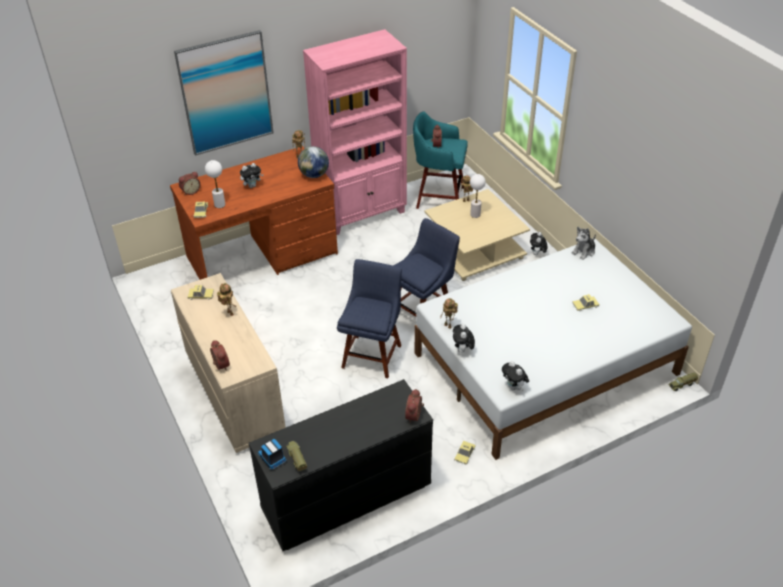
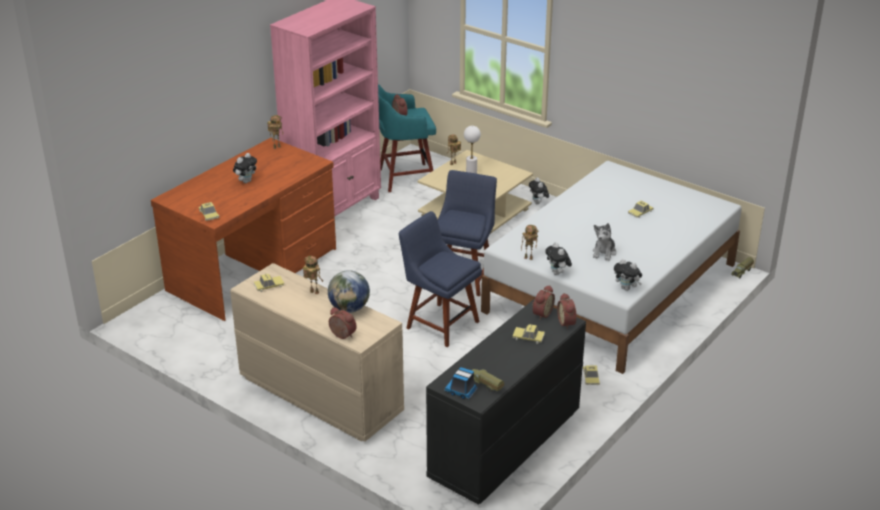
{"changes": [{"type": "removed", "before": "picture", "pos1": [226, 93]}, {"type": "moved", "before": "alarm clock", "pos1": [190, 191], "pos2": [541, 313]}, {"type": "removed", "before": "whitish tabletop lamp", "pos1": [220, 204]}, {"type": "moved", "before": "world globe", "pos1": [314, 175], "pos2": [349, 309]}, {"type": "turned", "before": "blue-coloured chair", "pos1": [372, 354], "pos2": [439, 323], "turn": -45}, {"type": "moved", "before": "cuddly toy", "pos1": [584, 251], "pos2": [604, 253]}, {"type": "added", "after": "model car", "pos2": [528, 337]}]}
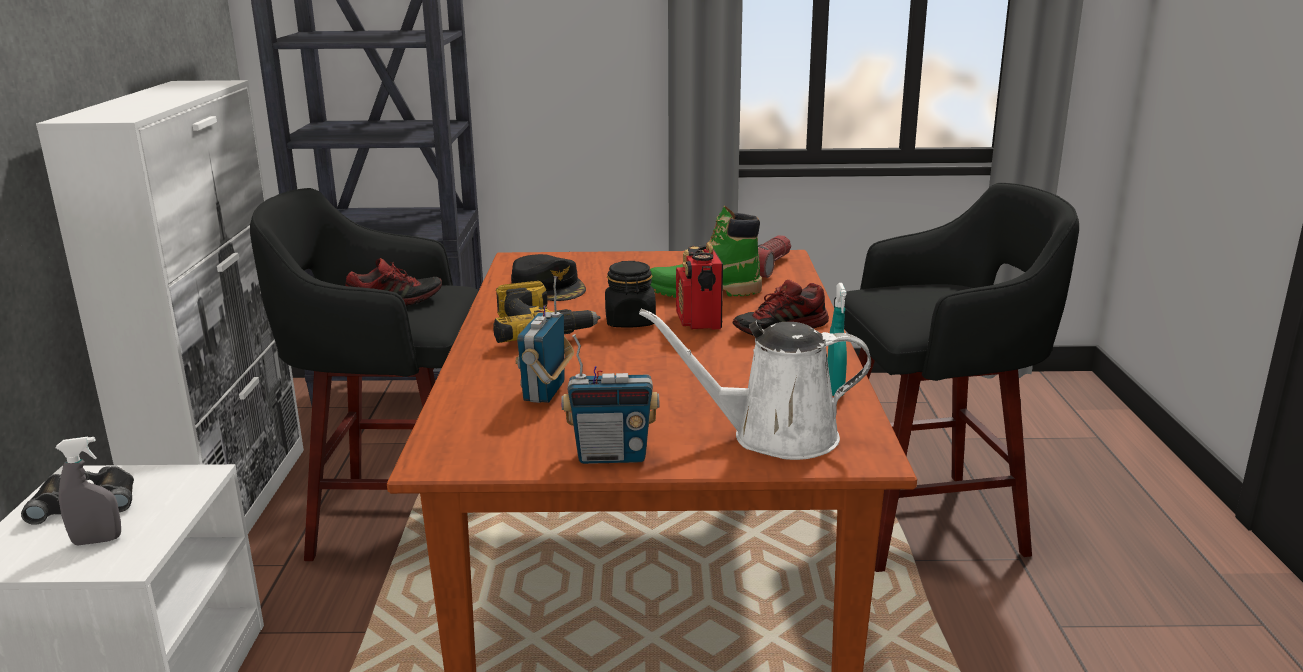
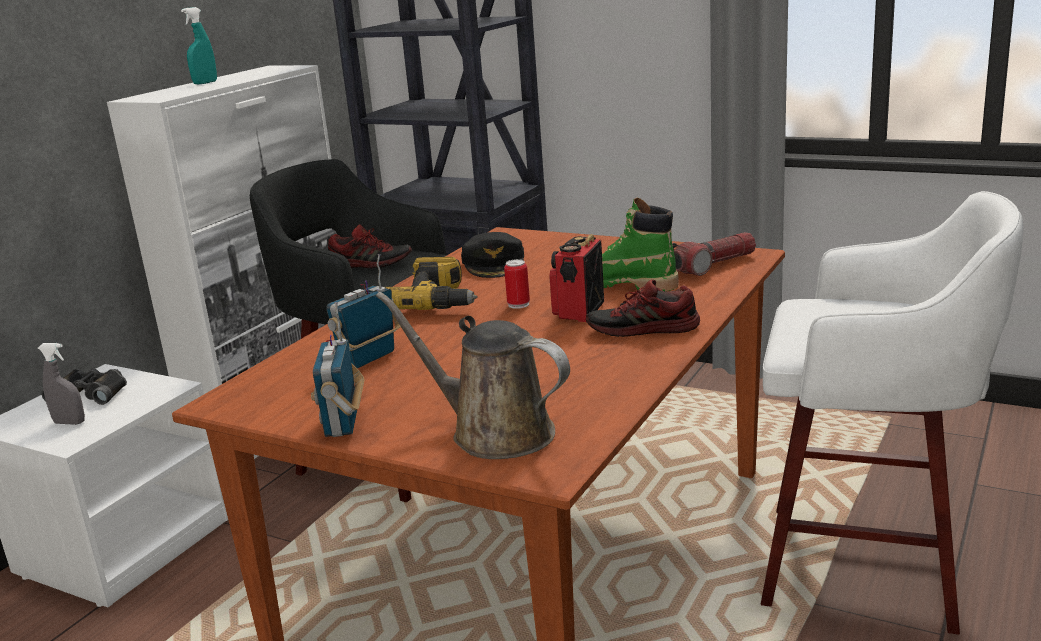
{"changes": [{"type": "turned", "before": "radio set", "pos1": [612, 456], "pos2": [343, 423], "turn": 60}, {"type": "replaced", "before": "blackish preserve jar", "after": "sealed can", "pos1": [630, 321], "pos2": [518, 304]}, {"type": "recoloured", "before": "whitish watering pot", "after": "brown watering pot", "pos1": [773, 436], "pos2": [493, 432]}, {"type": "moved", "before": "blue-green sprayer", "pos1": [835, 390], "pos2": [205, 83]}, {"type": "recoloured", "before": "blackish stool seat", "after": "whitish stool seat", "pos1": [928, 521], "pos2": [868, 567]}]}
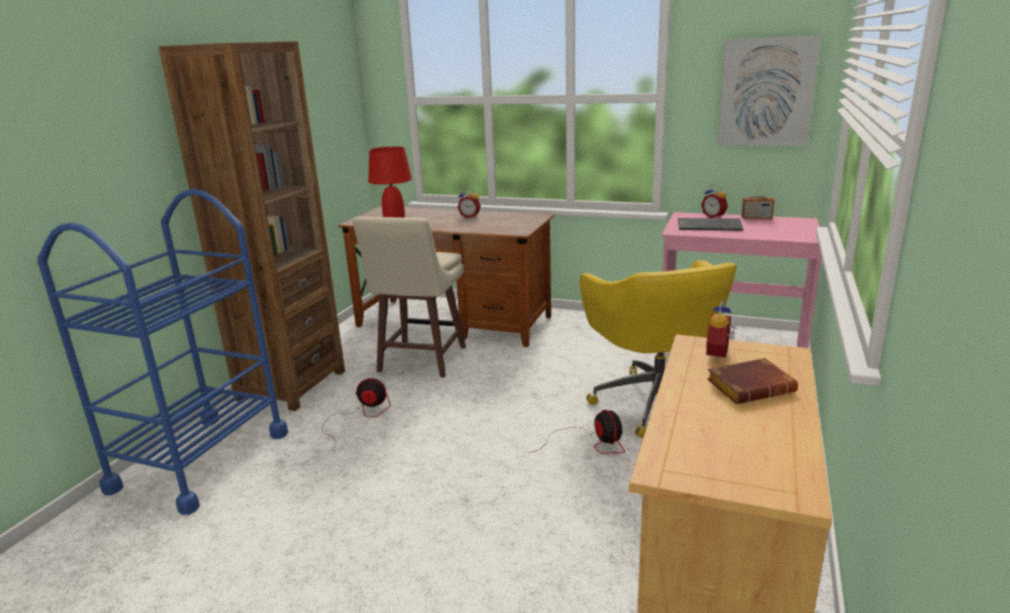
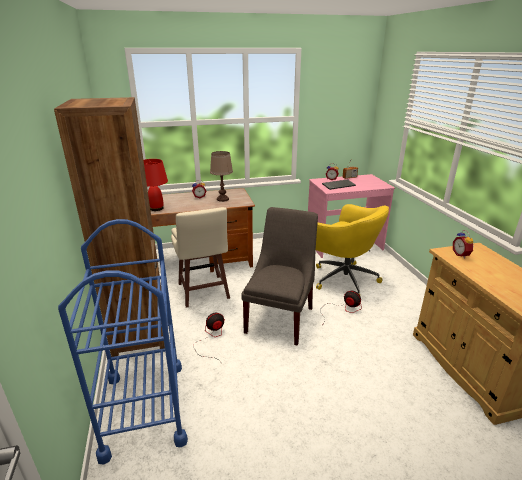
{"changes": [{"type": "removed", "before": "brown volume", "pos1": [751, 386]}, {"type": "removed", "before": "picture", "pos1": [766, 92]}, {"type": "added", "after": "brown tabletop lamp", "pos2": [223, 199]}, {"type": "added", "after": "gray chair", "pos2": [281, 317]}]}
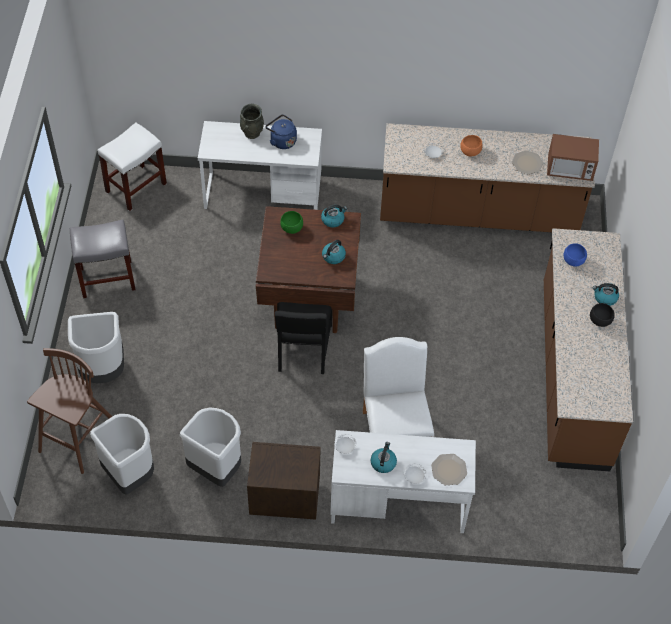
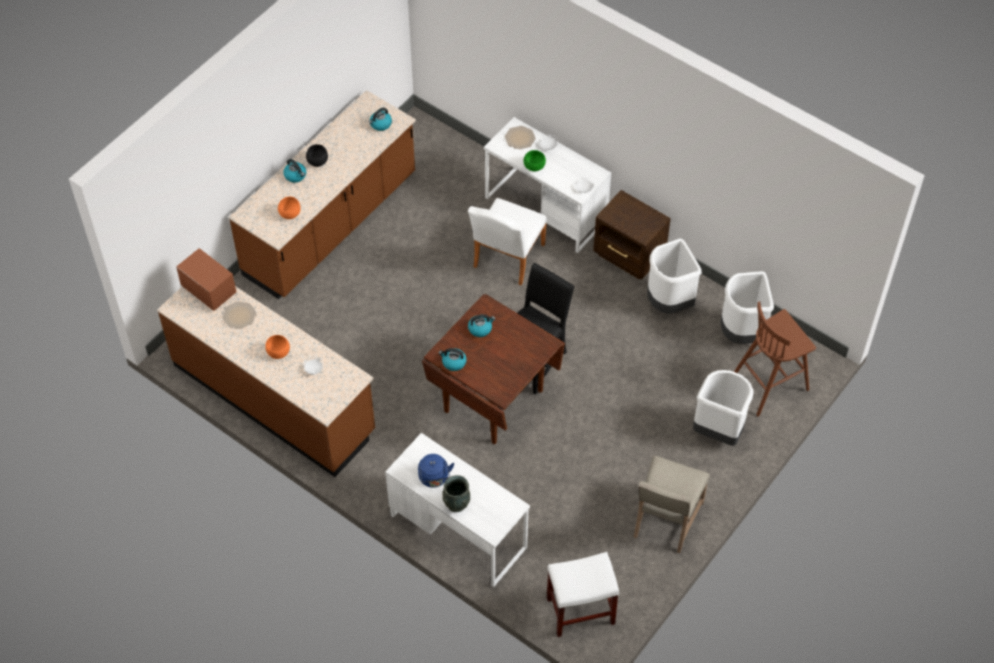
{"changes": [{"type": "replaced", "before": "gray stool seat", "after": "beige-coloured chair", "pos1": [108, 278], "pos2": [665, 521]}, {"type": "moved", "before": "green-coloured deep dish", "pos1": [292, 229], "pos2": [534, 166]}, {"type": "moved", "before": "kettle", "pos1": [383, 462], "pos2": [380, 124]}, {"type": "recoloured", "before": "blue-coloured deep dish", "after": "orangey deep dish", "pos1": [574, 261], "pos2": [289, 214]}]}
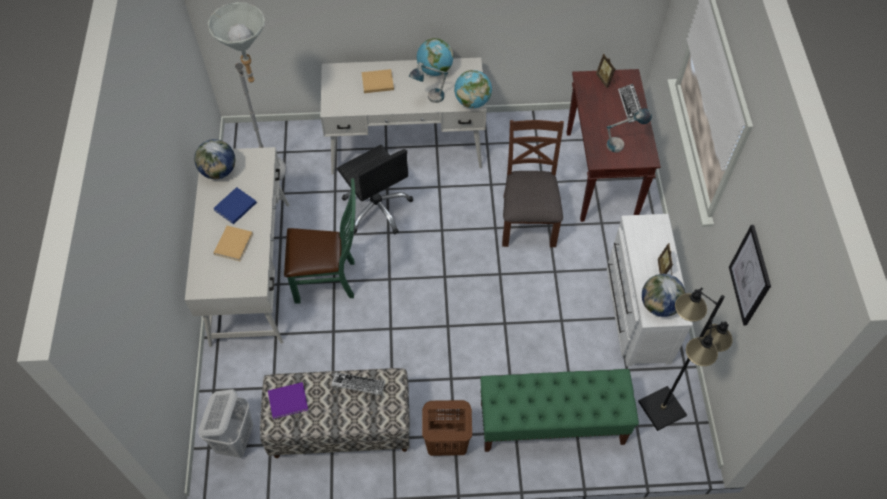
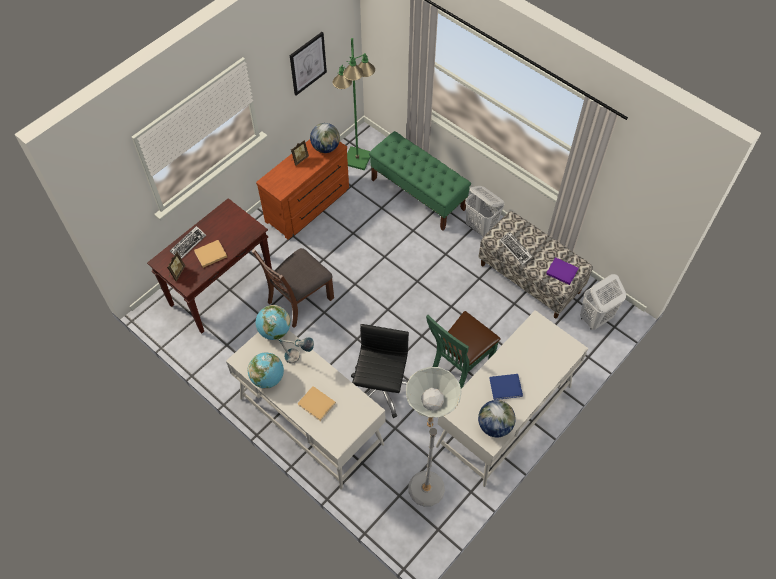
{"changes": [{"type": "moved", "before": "beige-coloured volume", "pos1": [234, 243], "pos2": [210, 254]}, {"type": "turned", "before": "green-coloured chair", "pos1": [329, 280], "pos2": [459, 366], "turn": -90}, {"type": "recoloured", "before": "brown washing basket", "after": "whitish washing basket", "pos1": [446, 443], "pos2": [481, 227]}, {"type": "removed", "before": "tabletop lamp", "pos1": [622, 144]}, {"type": "recoloured", "before": "whitish chest of drawers", "after": "brown chest of drawers", "pos1": [636, 311], "pos2": [309, 205]}, {"type": "recoloured", "before": "blackish standing lamp", "after": "green-coloured standing lamp", "pos1": [662, 408], "pos2": [357, 159]}]}
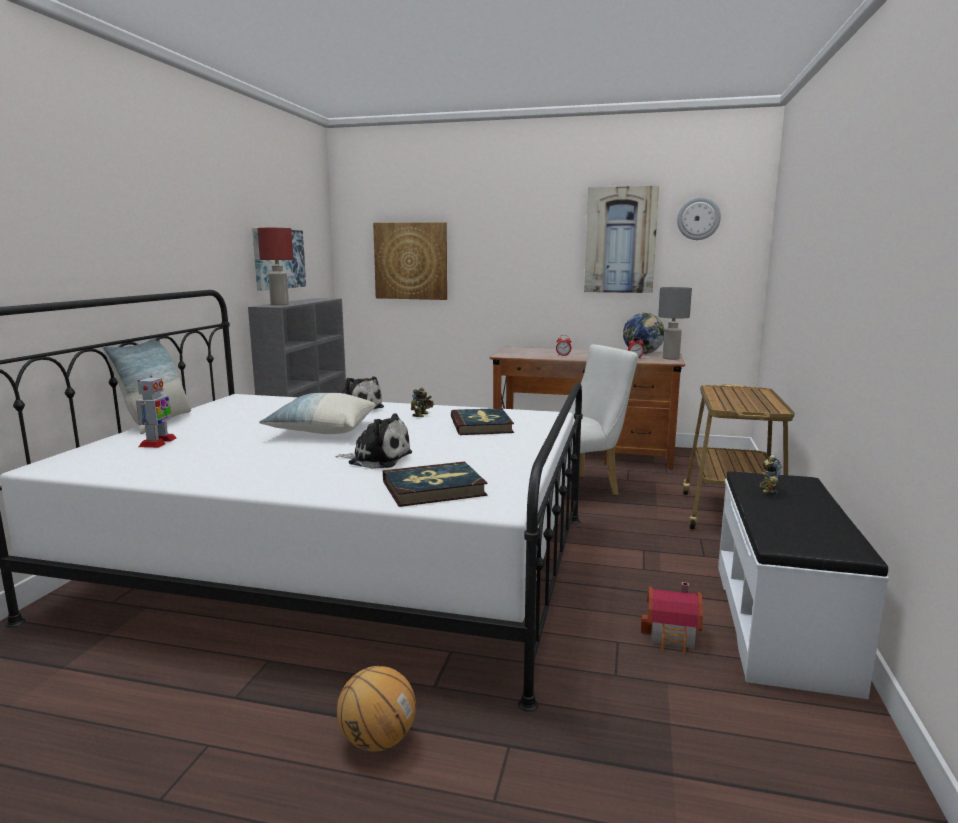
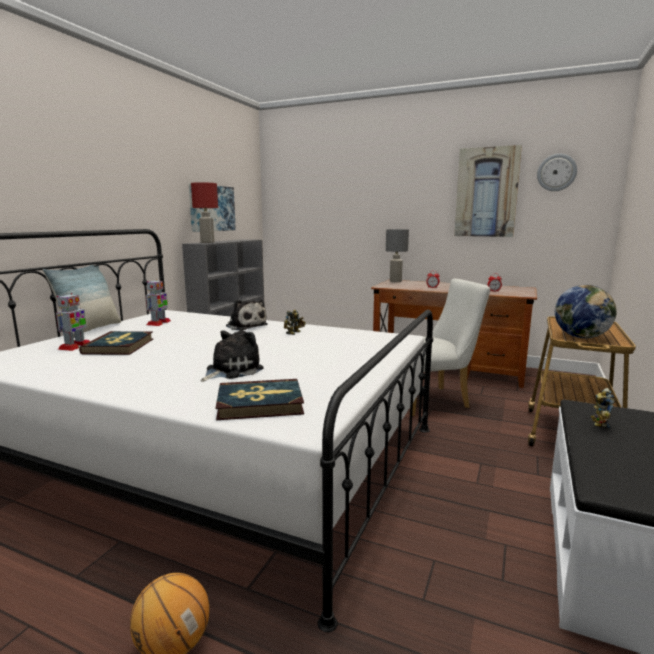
{"changes": [{"type": "removed", "before": "cushion", "pos1": [322, 430]}, {"type": "turned", "before": "cuddly toy", "pos1": [377, 459], "pos2": [231, 370], "turn": -75}, {"type": "removed", "before": "picture", "pos1": [411, 261]}, {"type": "moved", "before": "volume", "pos1": [481, 425], "pos2": [119, 346]}, {"type": "moved", "before": "world globe", "pos1": [642, 353], "pos2": [581, 337]}, {"type": "removed", "before": "toy house", "pos1": [673, 636]}, {"type": "moved", "before": "gray tabletop lamp", "pos1": [671, 358], "pos2": [395, 281]}, {"type": "added", "after": "toy robot", "pos2": [158, 323]}]}
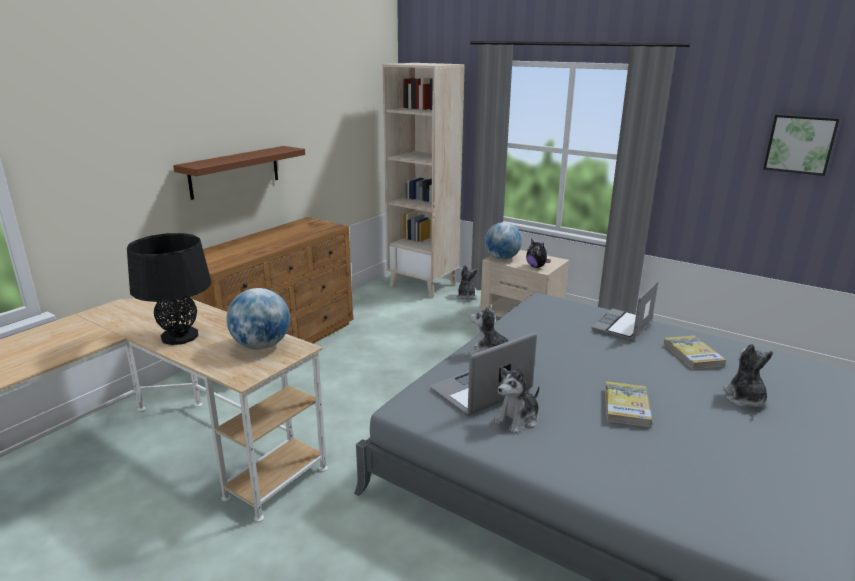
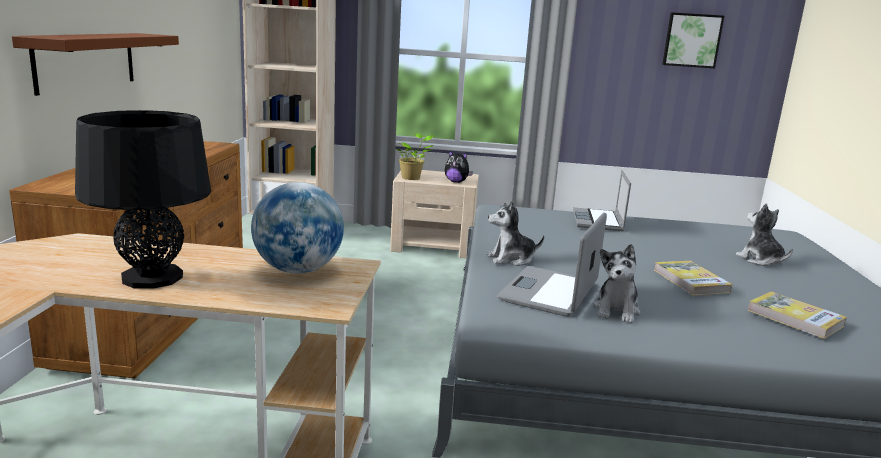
{"changes": [{"type": "removed", "before": "cuddly toy", "pos1": [466, 296]}, {"type": "replaced", "before": "world globe", "after": "plant in a pot", "pos1": [502, 258], "pos2": [412, 178]}, {"type": "moved", "before": "volume", "pos1": [692, 355], "pos2": [795, 318]}]}
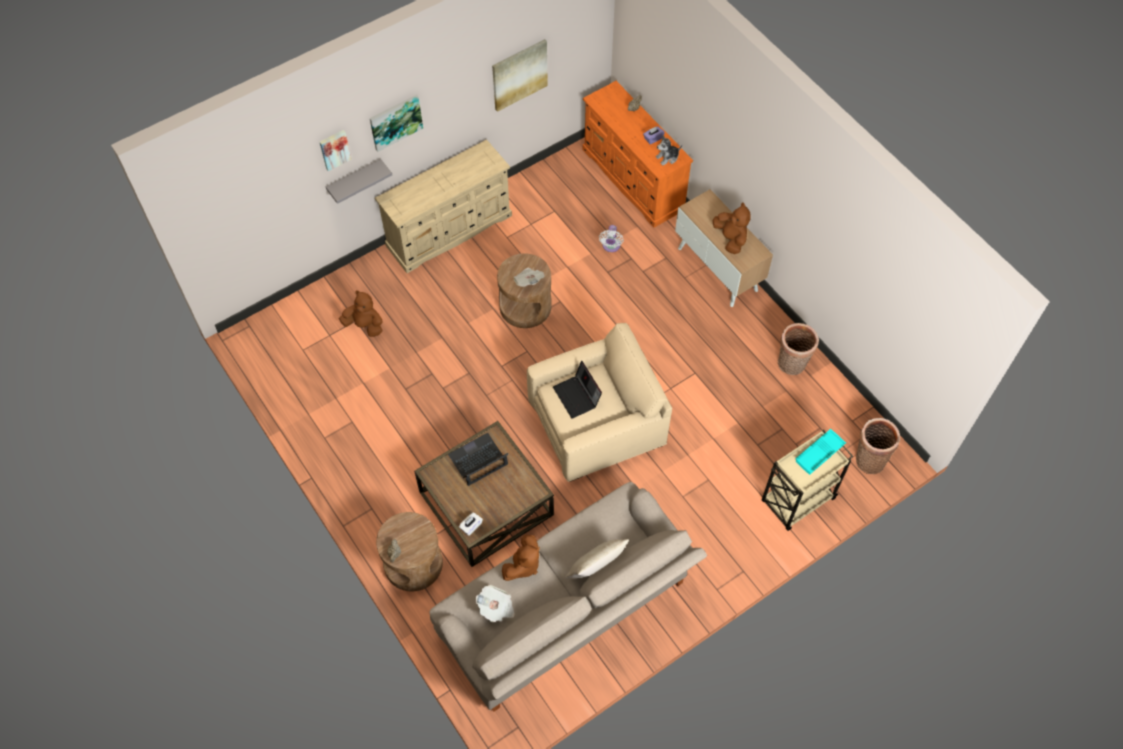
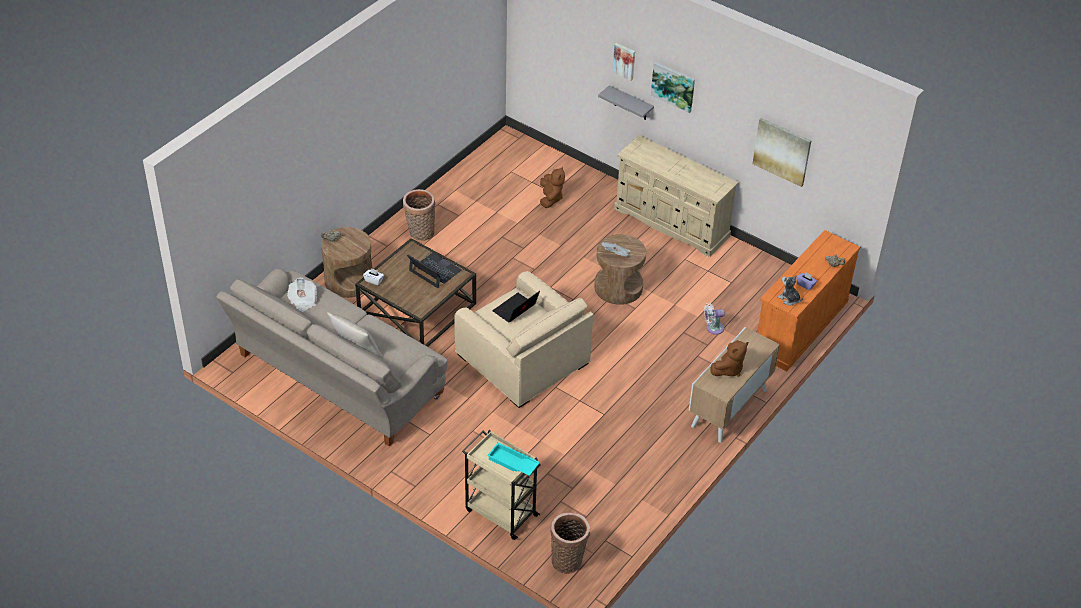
{"changes": [{"type": "removed", "before": "brown cuddly toy", "pos1": [523, 565]}, {"type": "moved", "before": "storage basket", "pos1": [791, 365], "pos2": [420, 233]}]}
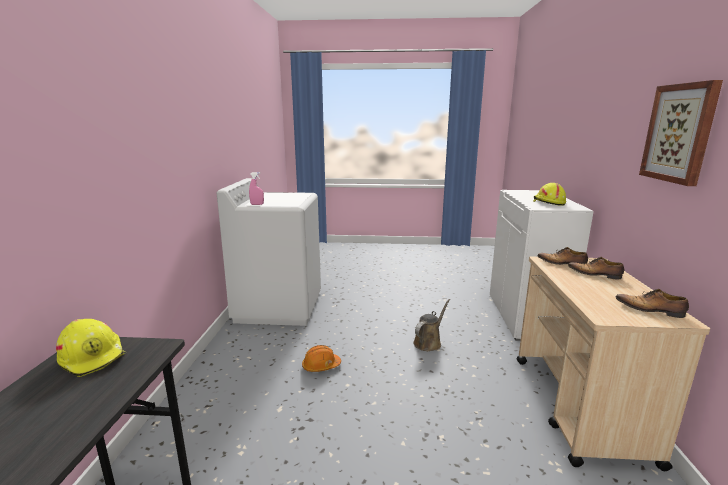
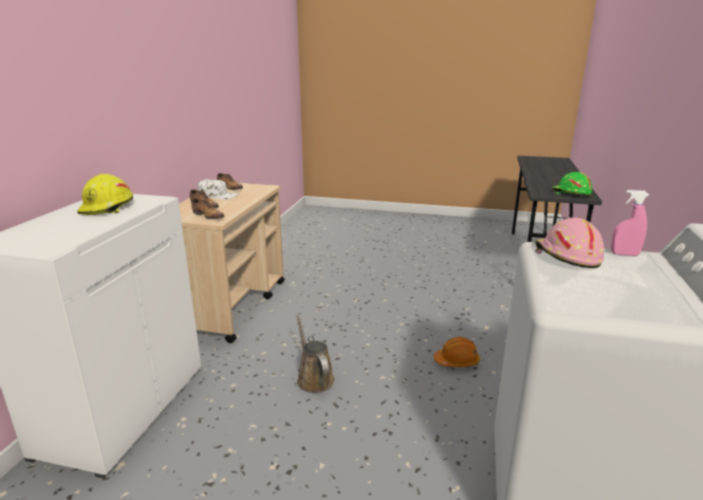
{"changes": [{"type": "recoloured", "before": "yellow-coloured work helmet", "after": "green-coloured work helmet", "pos1": [94, 357], "pos2": [570, 193]}, {"type": "turned", "before": "brown watering pot", "pos1": [428, 342], "pos2": [314, 378], "turn": 105}, {"type": "removed", "before": "picture", "pos1": [679, 133]}, {"type": "added", "after": "whitish cap", "pos2": [218, 195]}, {"type": "added", "after": "pink work helmet", "pos2": [566, 256]}]}
